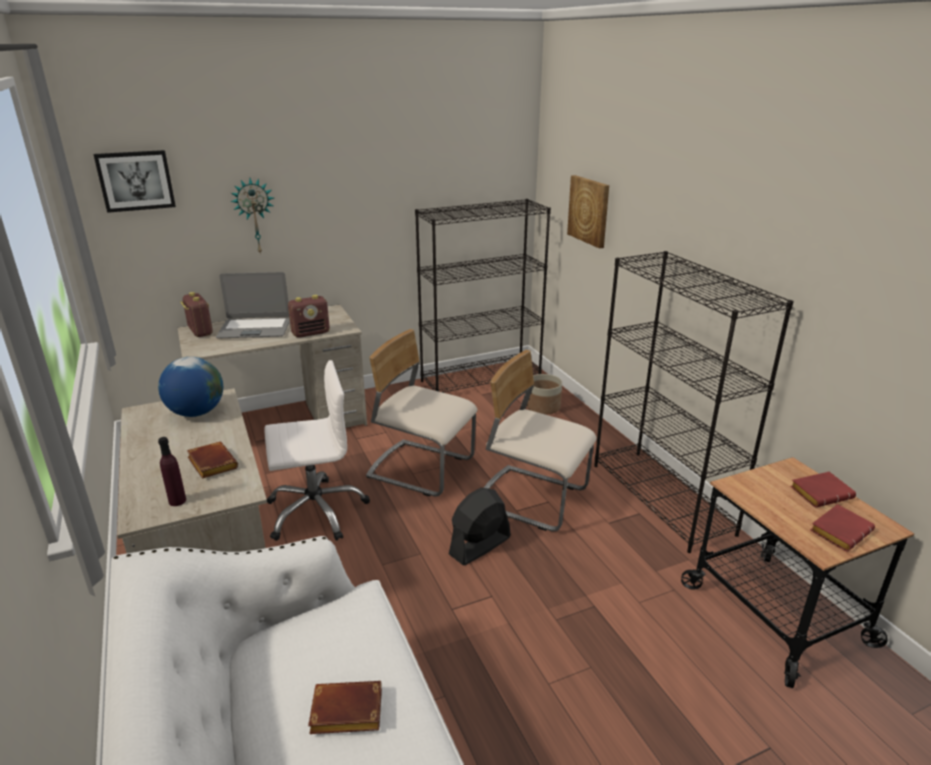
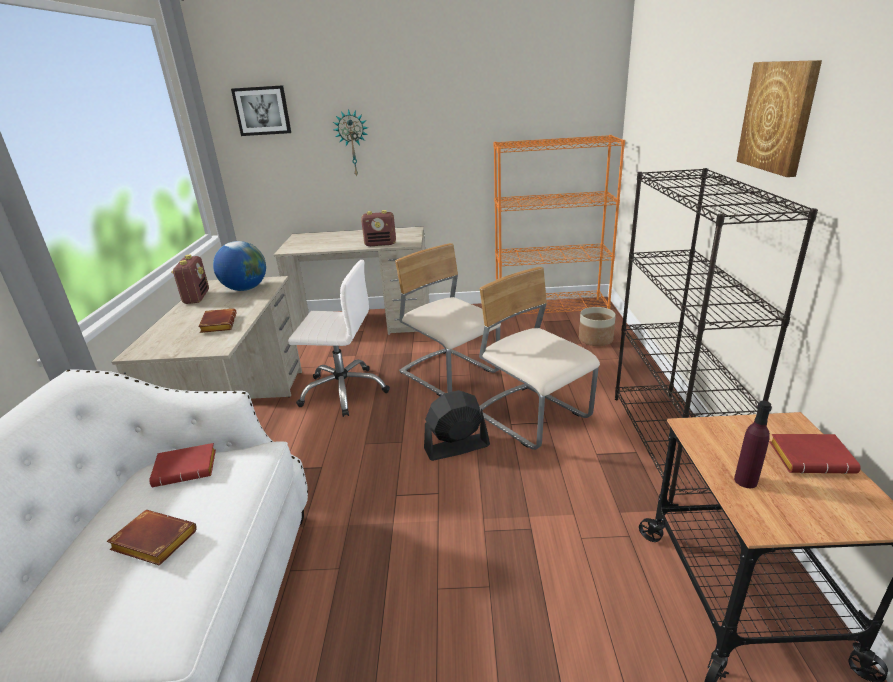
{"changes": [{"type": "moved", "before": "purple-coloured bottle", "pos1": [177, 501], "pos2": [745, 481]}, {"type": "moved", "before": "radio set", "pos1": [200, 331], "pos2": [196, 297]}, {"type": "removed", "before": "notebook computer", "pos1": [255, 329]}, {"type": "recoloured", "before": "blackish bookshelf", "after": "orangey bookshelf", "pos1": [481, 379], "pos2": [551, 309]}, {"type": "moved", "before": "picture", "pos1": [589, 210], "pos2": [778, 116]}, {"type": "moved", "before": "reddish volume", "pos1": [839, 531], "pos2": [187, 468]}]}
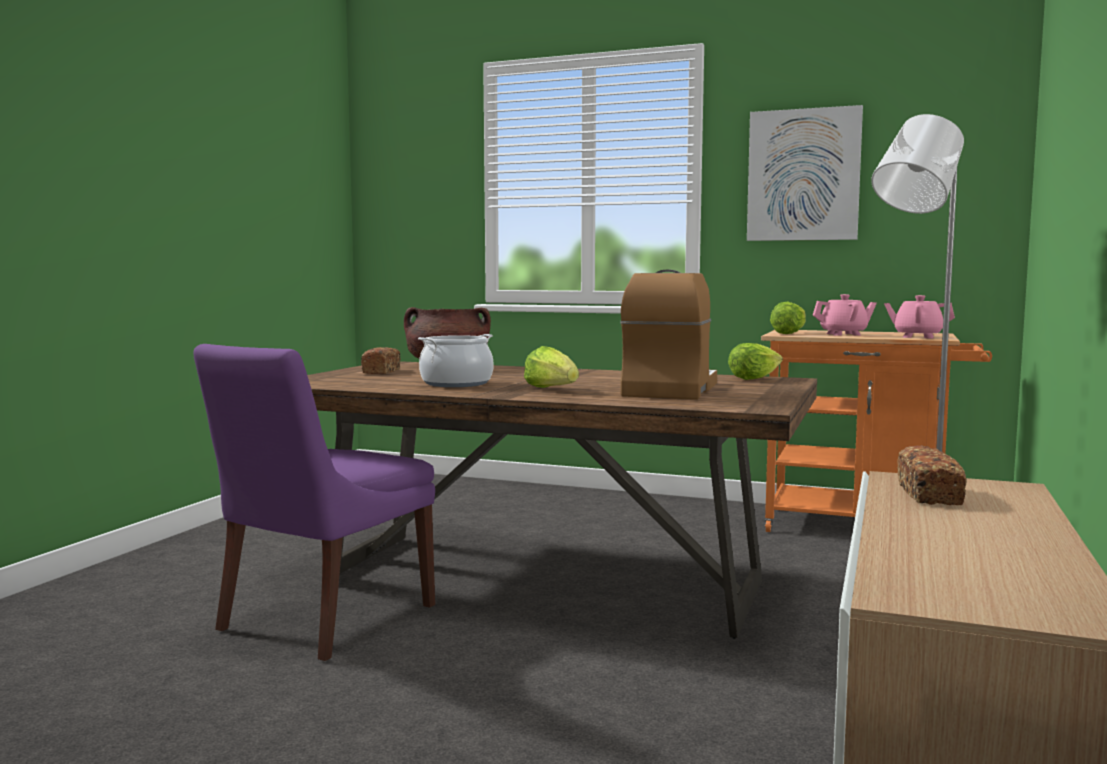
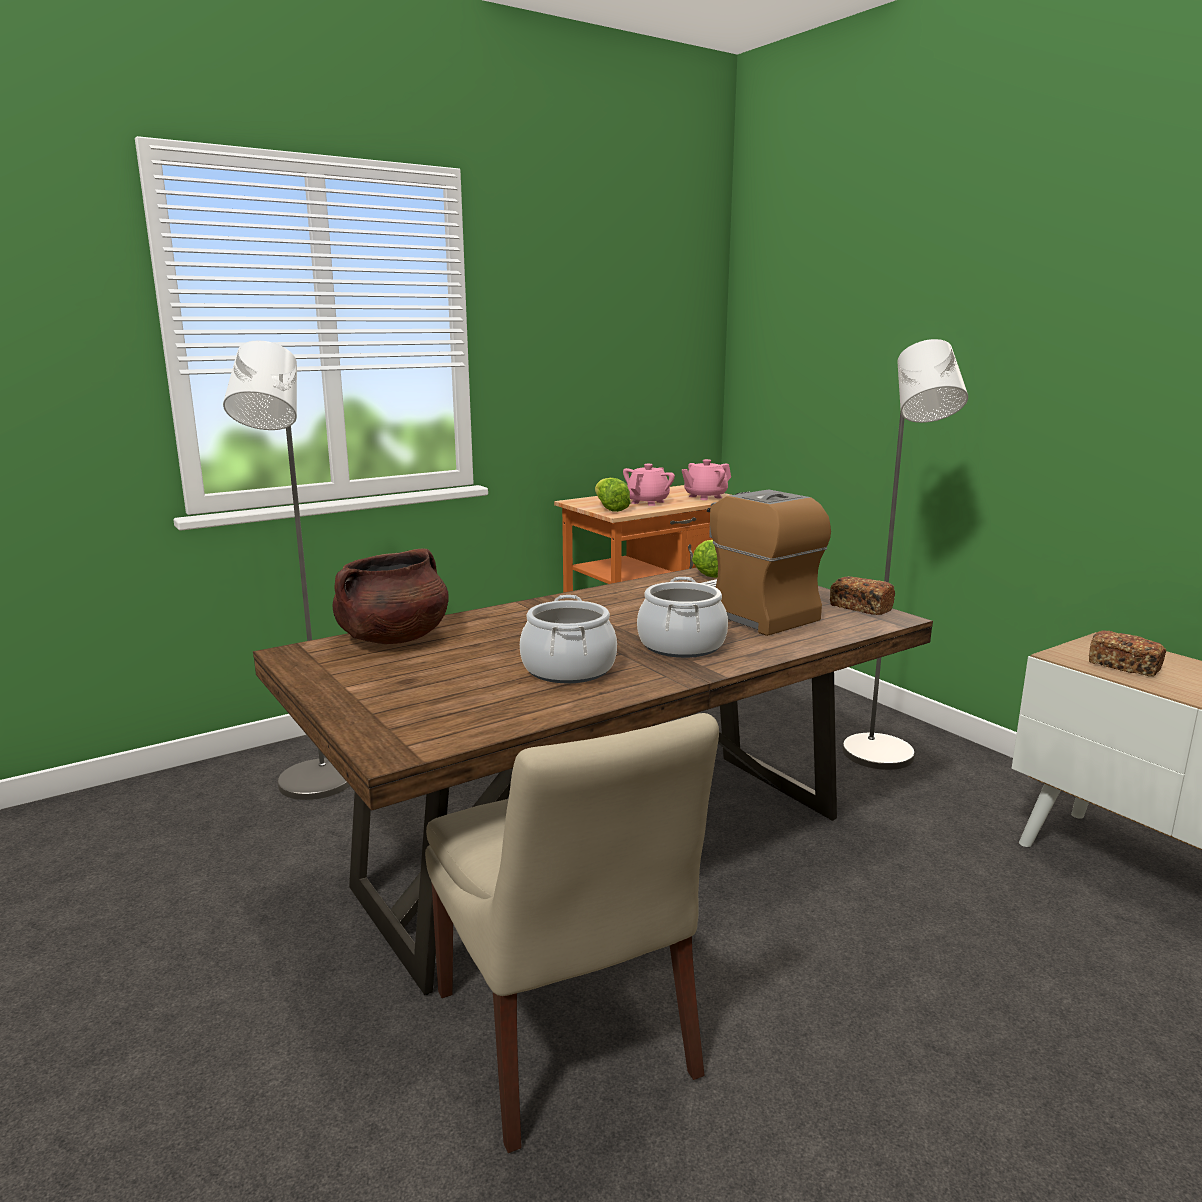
{"changes": [{"type": "recoloured", "before": "purple-coloured chair", "after": "beige-coloured chair", "pos1": [322, 620], "pos2": [567, 1040]}, {"type": "moved", "before": "baked bread", "pos1": [381, 372], "pos2": [860, 608]}, {"type": "replaced", "before": "head of lettuce", "after": "stockpot", "pos1": [552, 389], "pos2": [681, 645]}, {"type": "removed", "before": "picture", "pos1": [803, 175]}, {"type": "added", "after": "gray standing lamp", "pos2": [312, 788]}]}
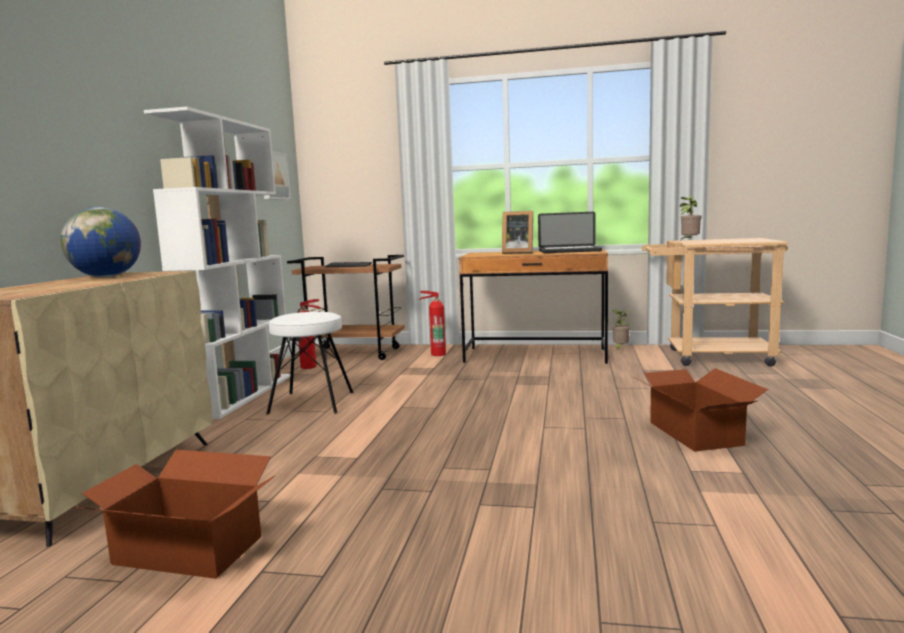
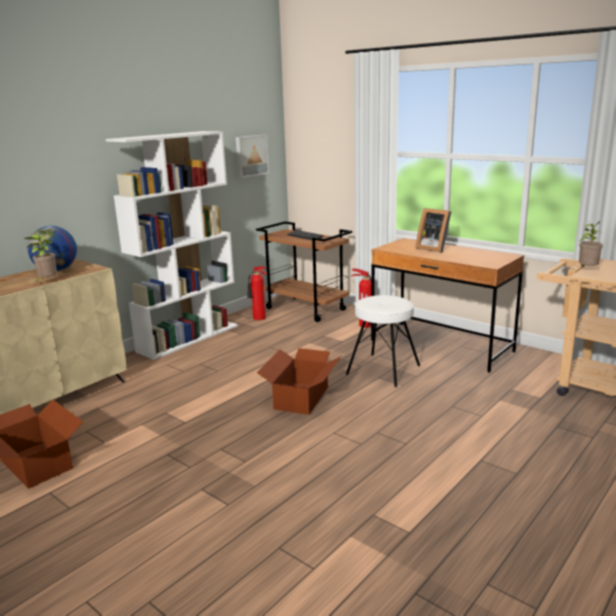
{"changes": [{"type": "moved", "before": "whitish stool seat", "pos1": [312, 403], "pos2": [383, 370]}, {"type": "removed", "before": "notebook computer", "pos1": [569, 251]}, {"type": "moved", "before": "plant in a pot", "pos1": [620, 348], "pos2": [47, 282]}, {"type": "moved", "before": "packing box", "pos1": [694, 434], "pos2": [300, 398]}]}
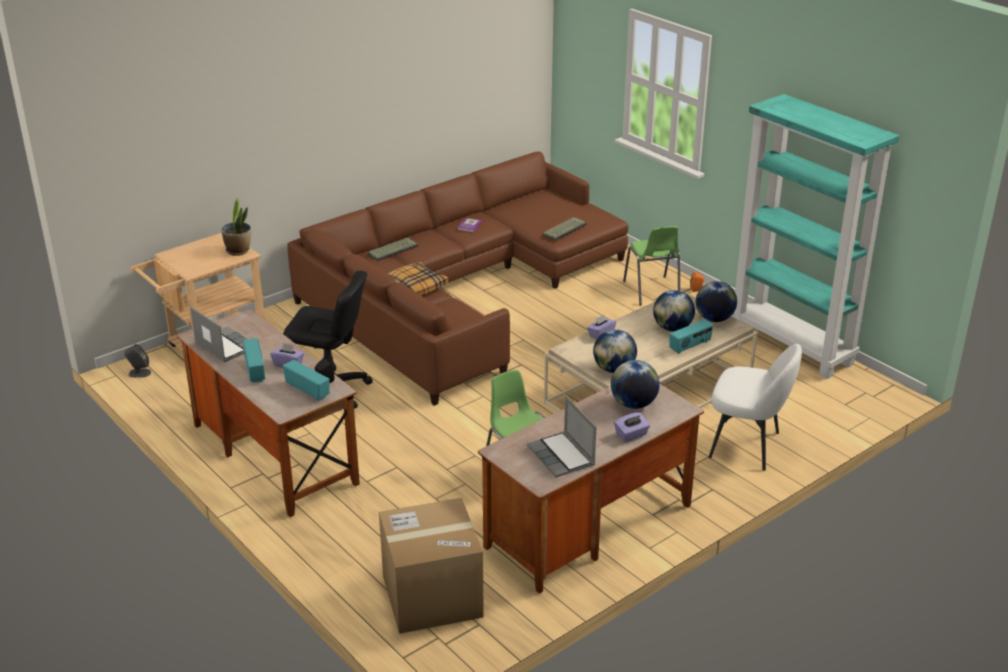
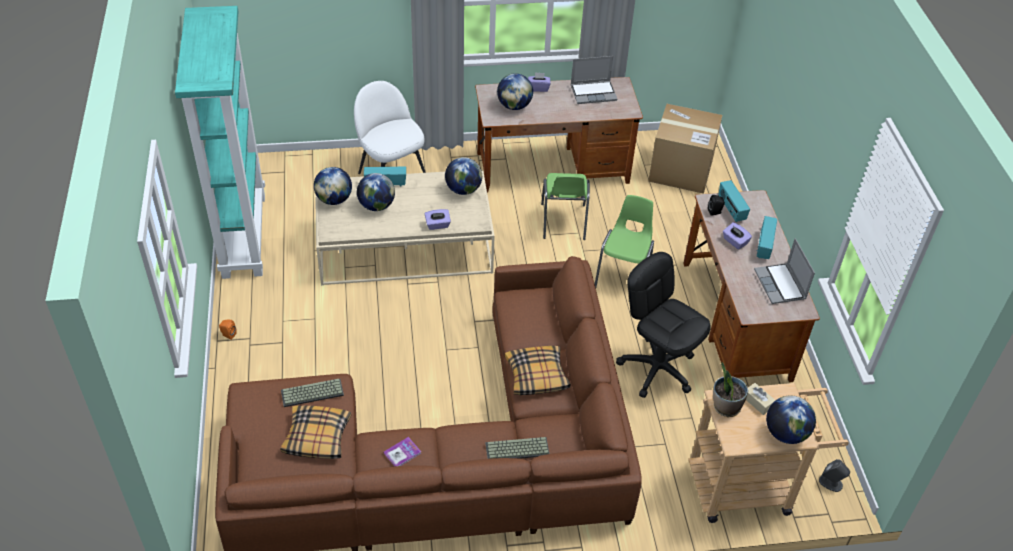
{"changes": [{"type": "turned", "before": "notebook computer", "pos1": [562, 456], "pos2": [594, 93], "turn": 75}, {"type": "moved", "before": "green-coloured chair", "pos1": [651, 291], "pos2": [624, 276]}, {"type": "added", "after": "cushion", "pos2": [317, 438]}, {"type": "added", "after": "beige-coloured box of tissues", "pos2": [757, 402]}, {"type": "added", "after": "world globe", "pos2": [785, 433]}]}
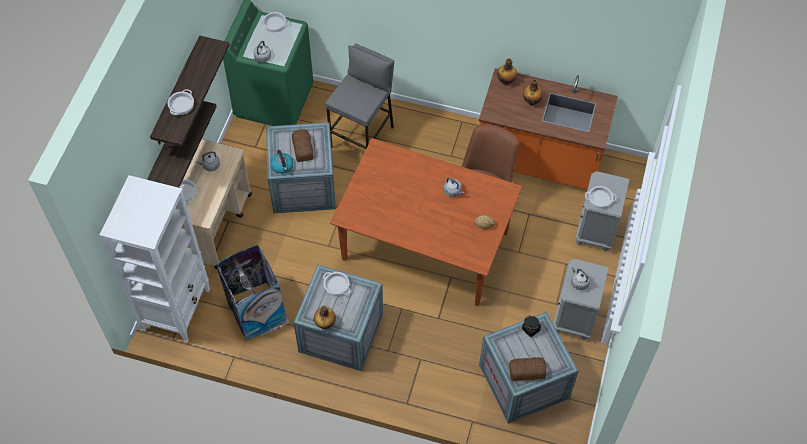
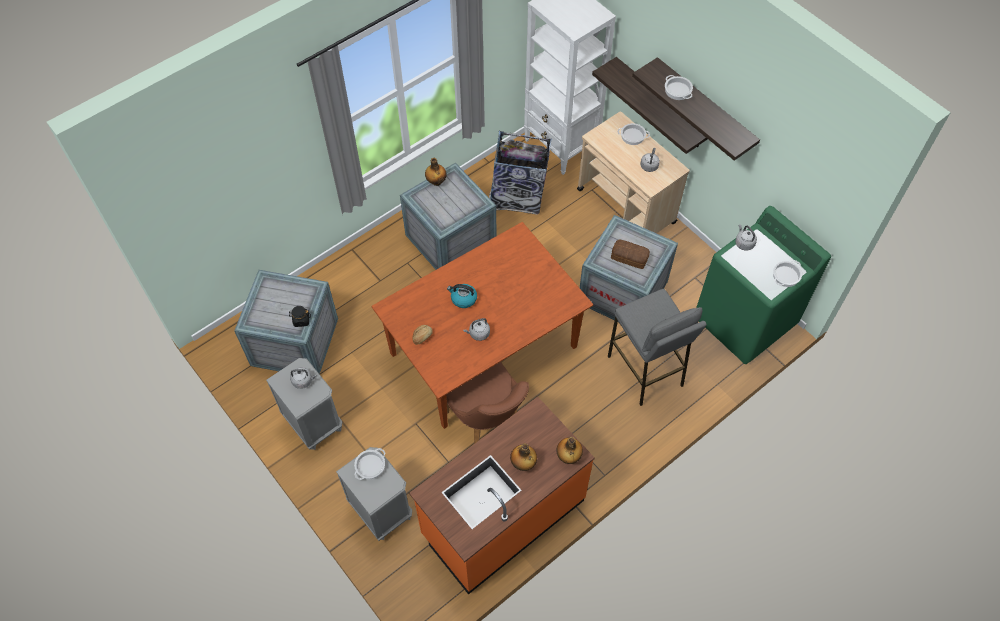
{"changes": [{"type": "moved", "before": "kettle", "pos1": [282, 166], "pos2": [463, 299]}, {"type": "removed", "before": "stockpot", "pos1": [336, 285]}, {"type": "removed", "before": "baked bread", "pos1": [526, 371]}]}
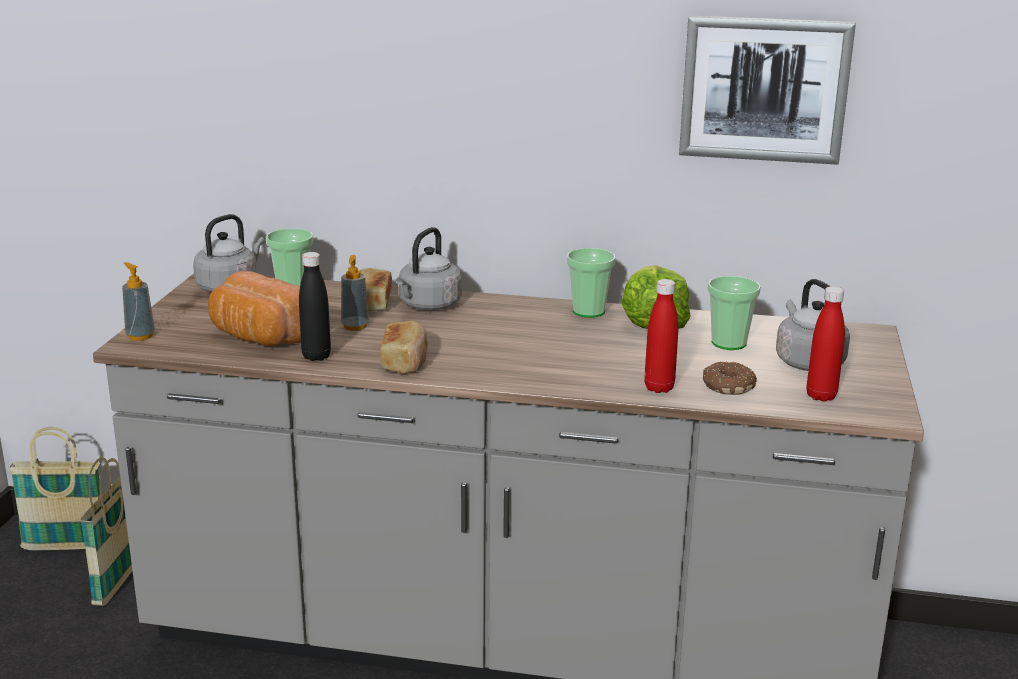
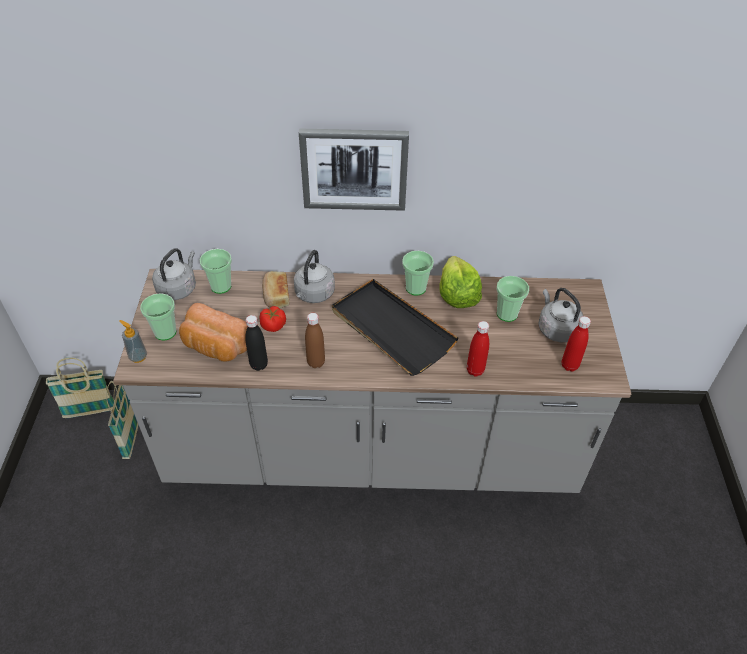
{"changes": [{"type": "replaced", "before": "soap dispenser", "after": "fresh tomato", "pos1": [355, 326], "pos2": [273, 325]}, {"type": "replaced", "before": "baked bread", "after": "brown bottle", "pos1": [405, 361], "pos2": [316, 362]}, {"type": "moved", "before": "picture", "pos1": [764, 89], "pos2": [354, 169]}, {"type": "removed", "before": "ring doughnut", "pos1": [727, 386]}, {"type": "added", "after": "cup", "pos2": [165, 332]}, {"type": "added", "after": "blackish carrying tray", "pos2": [391, 329]}]}
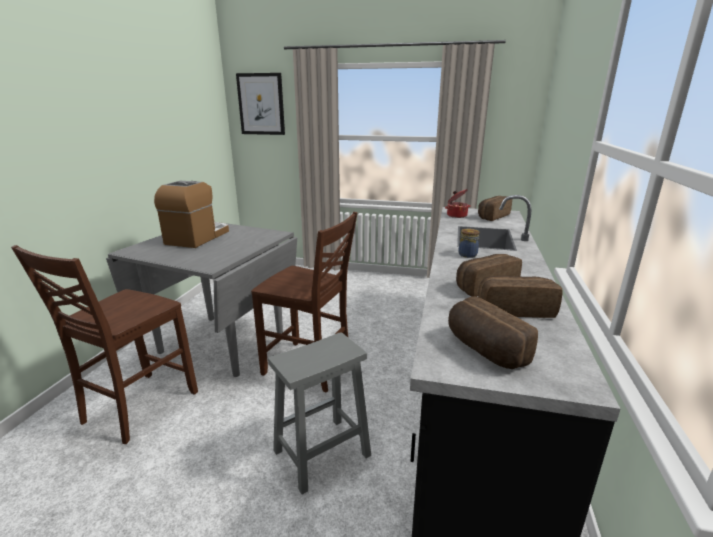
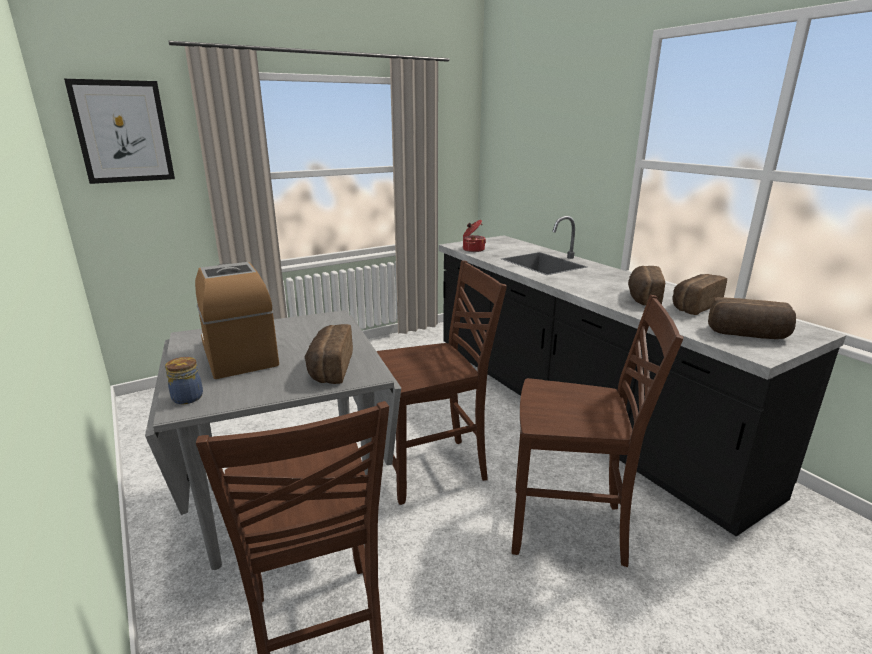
{"changes": [{"type": "replaced", "before": "gray stool seat", "after": "brown chair", "pos1": [320, 454], "pos2": [570, 528]}, {"type": "moved", "before": "preserve jar", "pos1": [467, 254], "pos2": [187, 397]}, {"type": "moved", "before": "baked bread", "pos1": [492, 216], "pos2": [329, 368]}]}
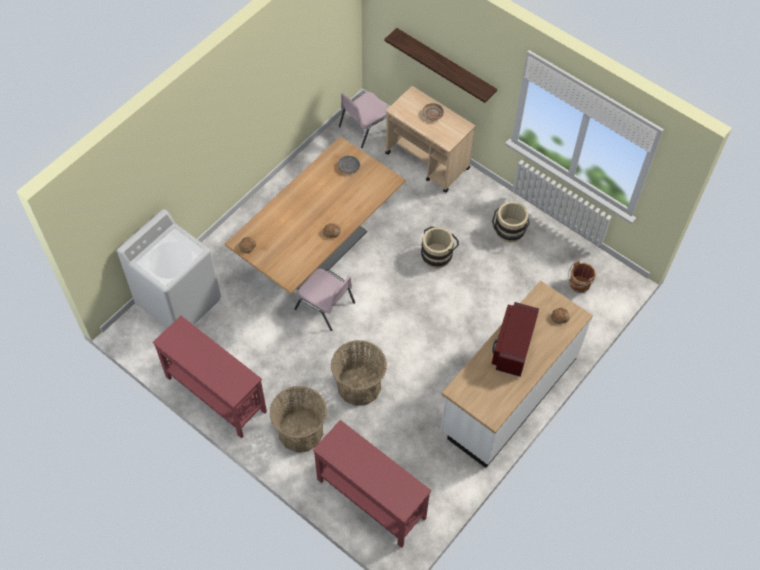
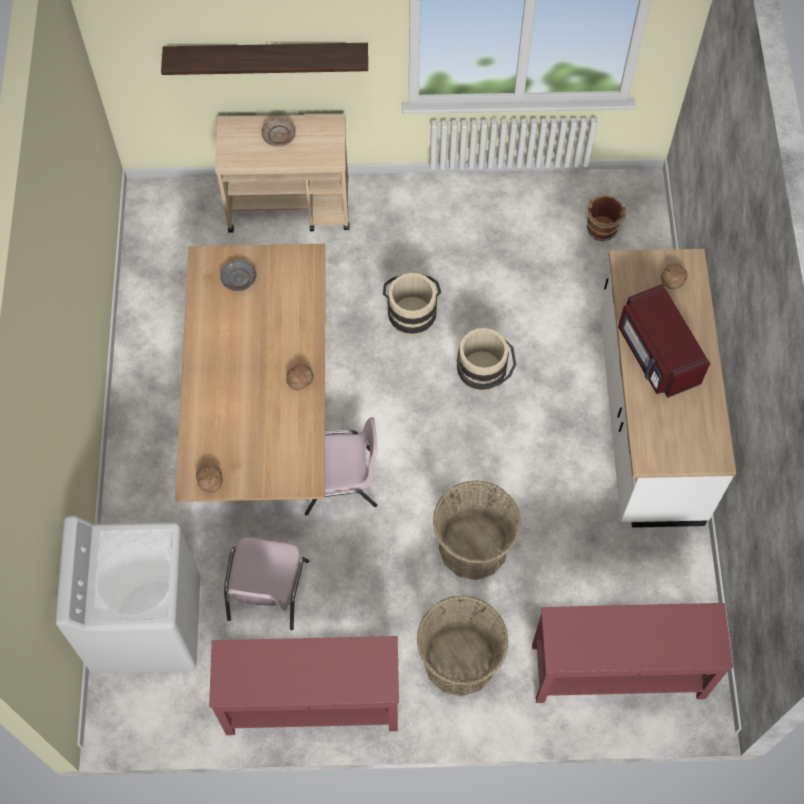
{"changes": [{"type": "moved", "before": "pink chair", "pos1": [364, 127], "pos2": [266, 591]}, {"type": "moved", "before": "beige-coloured bucket", "pos1": [508, 233], "pos2": [483, 376]}]}
